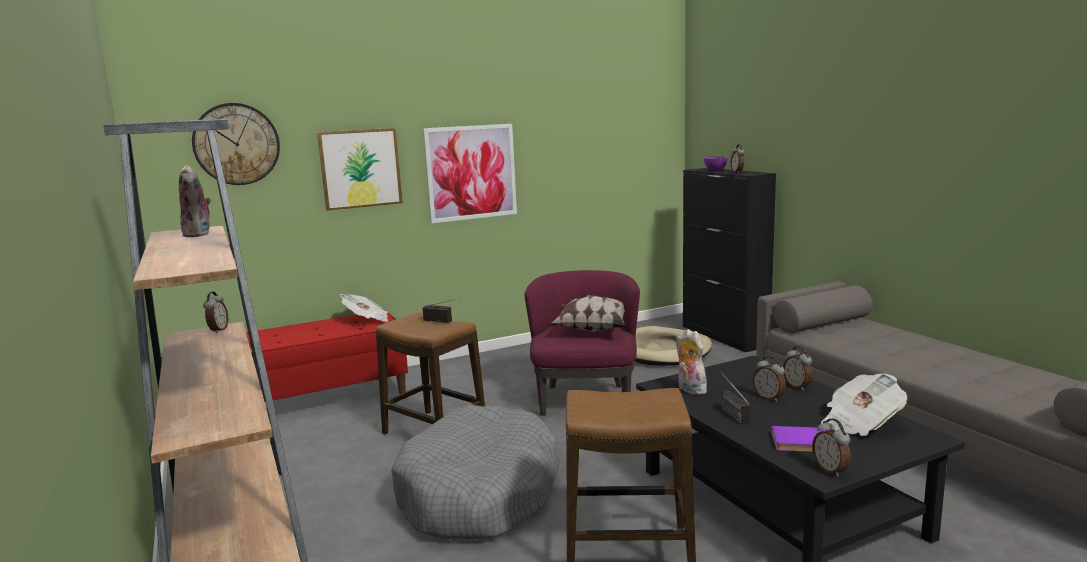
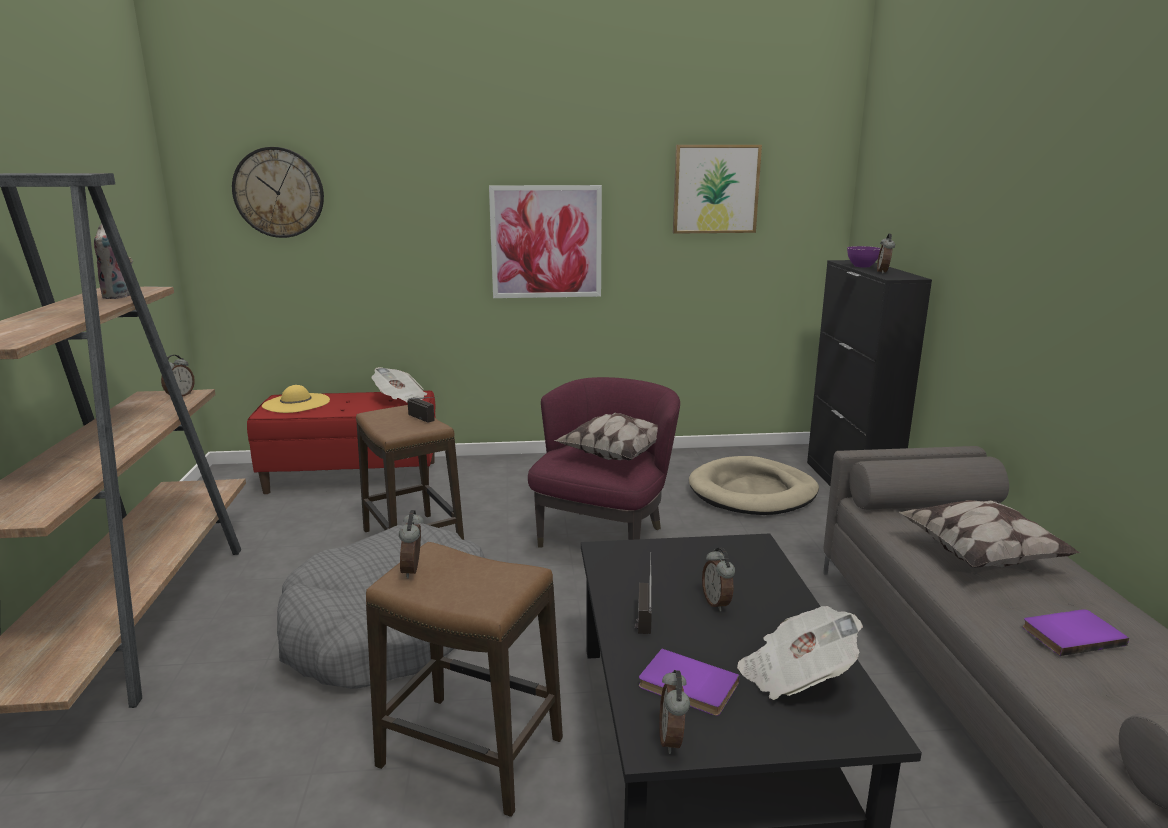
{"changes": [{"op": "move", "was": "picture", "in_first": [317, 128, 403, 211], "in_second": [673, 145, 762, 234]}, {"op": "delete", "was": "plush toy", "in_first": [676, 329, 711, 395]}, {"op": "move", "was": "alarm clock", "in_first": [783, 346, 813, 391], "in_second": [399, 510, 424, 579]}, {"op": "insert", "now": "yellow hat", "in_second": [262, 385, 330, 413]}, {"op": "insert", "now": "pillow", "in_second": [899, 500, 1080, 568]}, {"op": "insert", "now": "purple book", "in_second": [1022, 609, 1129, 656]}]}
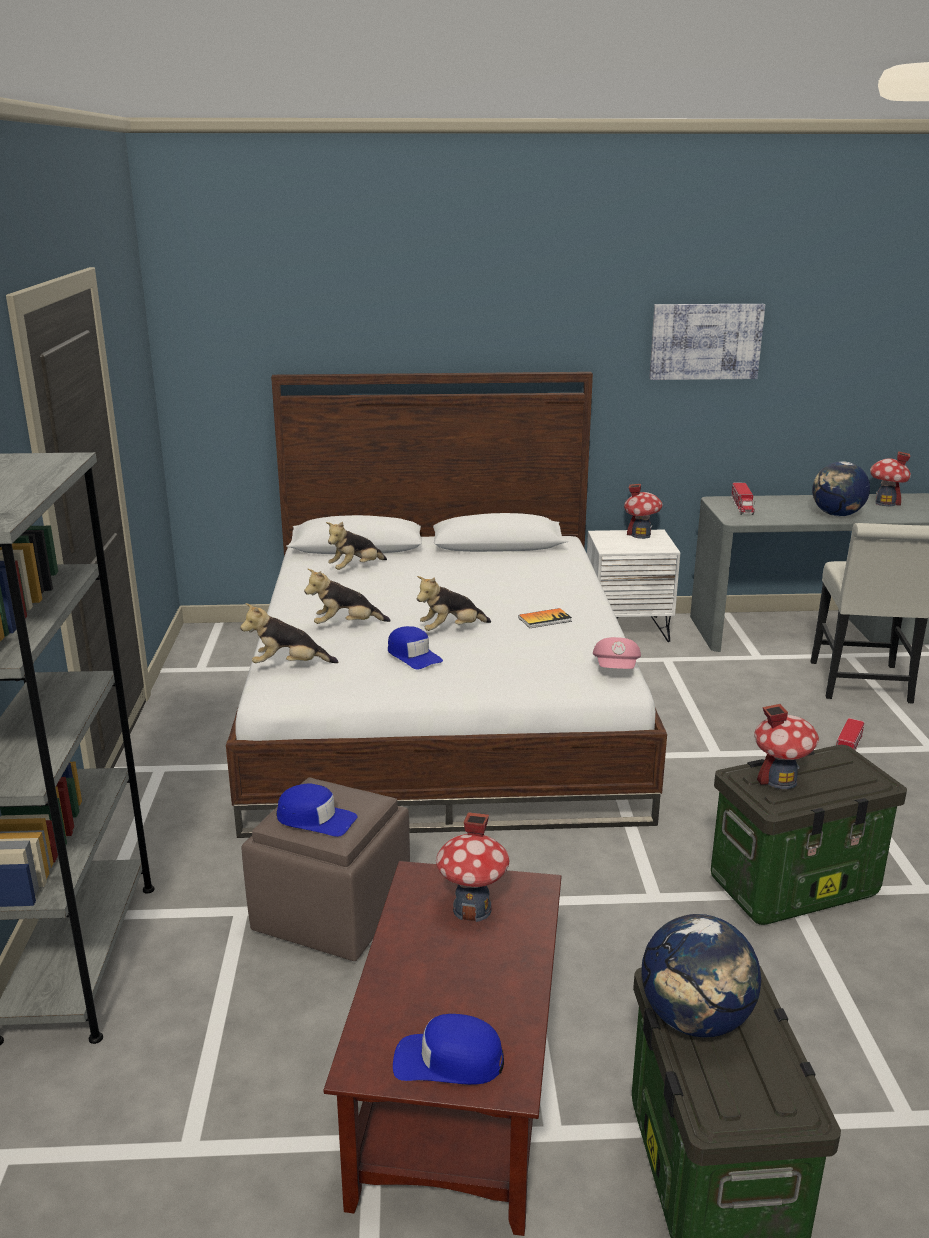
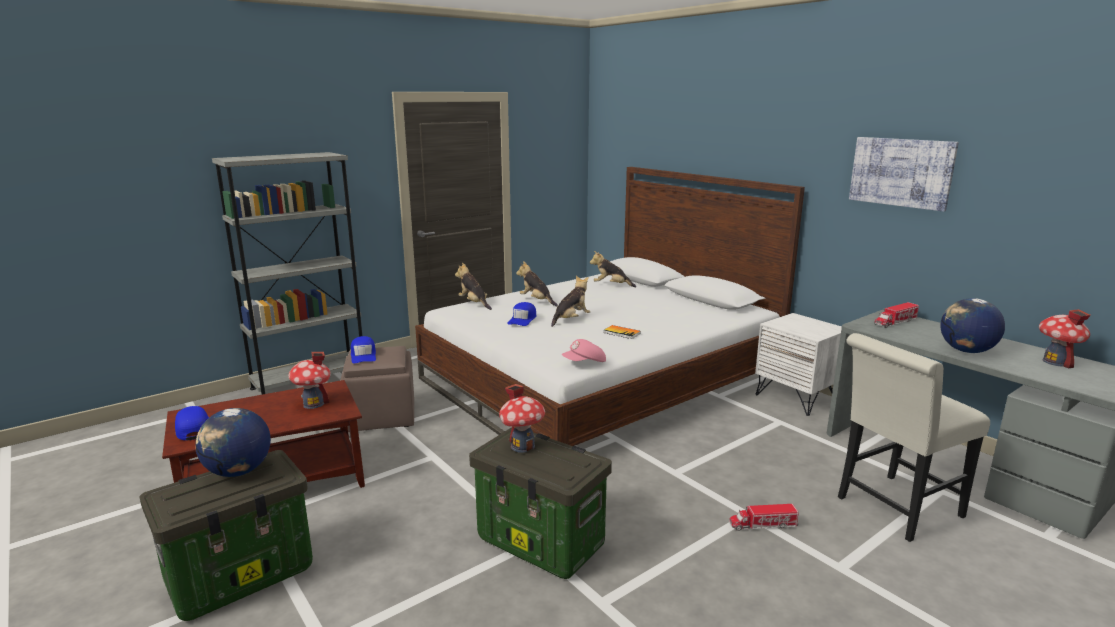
{"changes": [{"op": "delete", "was": "toy house", "in_first": [624, 484, 663, 539]}, {"op": "rotate", "was": "plush toy", "in_first": [417, 576, 491, 631], "in_second": [551, 276, 590, 327], "clockwise": 105}]}
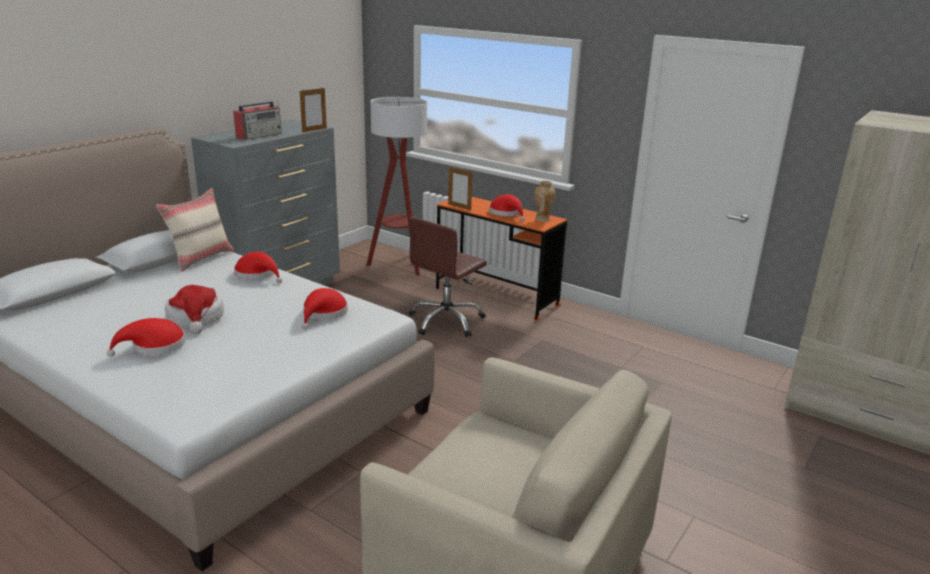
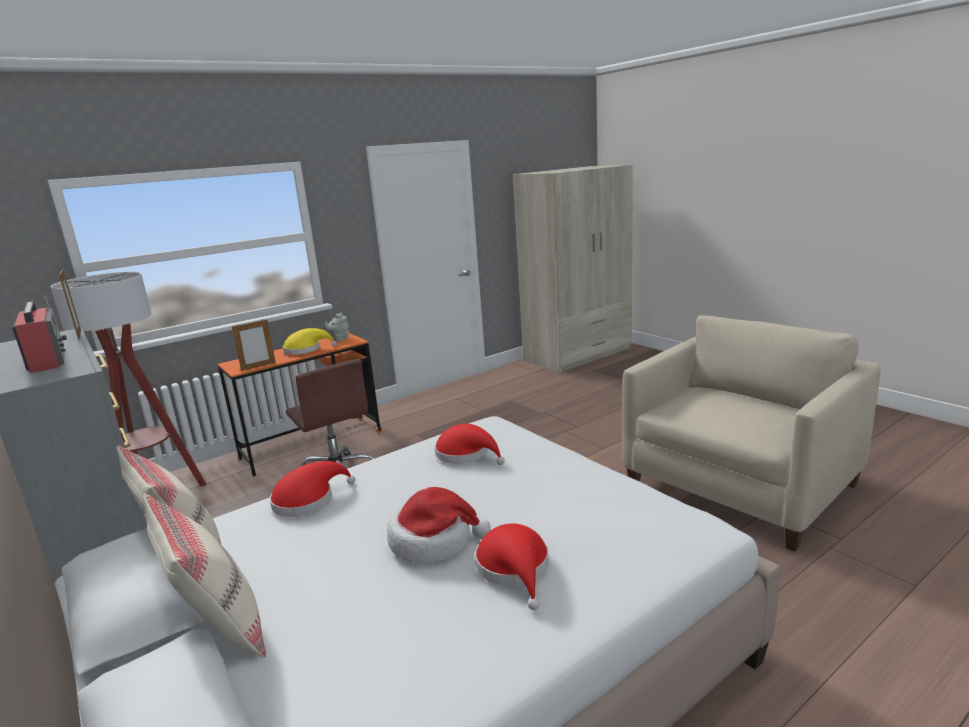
{"changes": [{"op": "replace", "was": "vase", "now": "grey teapot", "in_first": [534, 180, 556, 222], "in_second": [325, 313, 349, 342]}, {"op": "recolor", "was": "red hat", "now": "yellow hat", "in_first": [489, 194, 525, 222], "in_second": [283, 328, 337, 355]}, {"op": "insert", "now": "beige pillow", "in_second": [143, 494, 266, 658]}]}
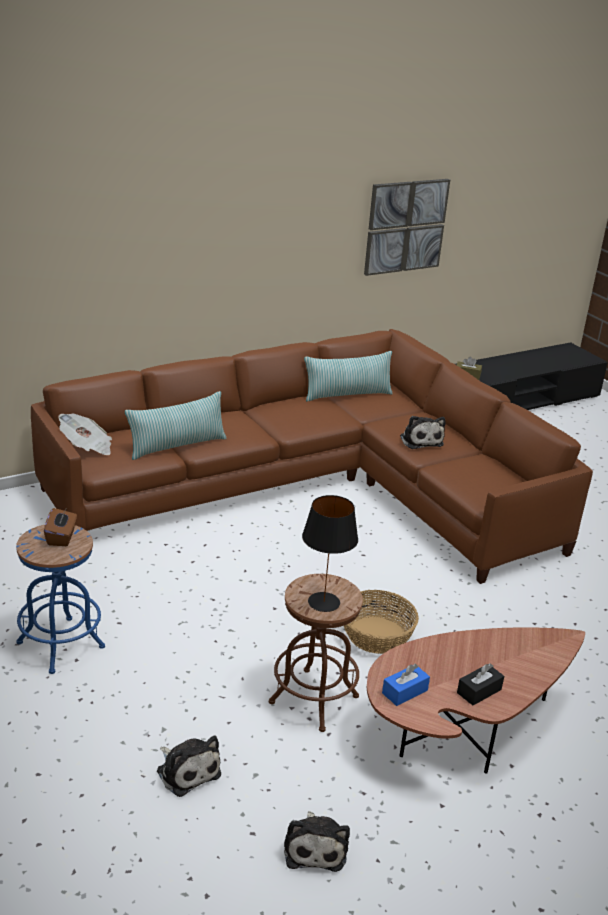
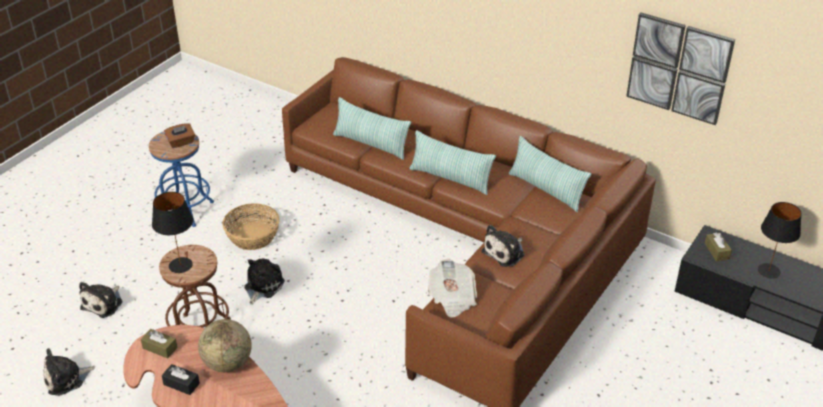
{"changes": [{"op": "move", "was": "newspaper", "in_first": [58, 413, 112, 455], "in_second": [428, 259, 477, 318]}, {"op": "move", "was": "basket", "in_first": [344, 590, 419, 654], "in_second": [223, 203, 280, 250]}, {"op": "recolor", "was": "blue tissue box", "now": "brown tissue box", "in_first": [382, 664, 430, 706], "in_second": [141, 329, 178, 358]}, {"op": "insert", "now": "pillow", "in_second": [409, 130, 496, 195]}, {"op": "insert", "now": "black table lamp", "in_second": [758, 202, 802, 278]}, {"op": "insert", "now": "plush toy", "in_second": [244, 258, 285, 305]}, {"op": "insert", "now": "globe", "in_second": [198, 319, 252, 372]}]}
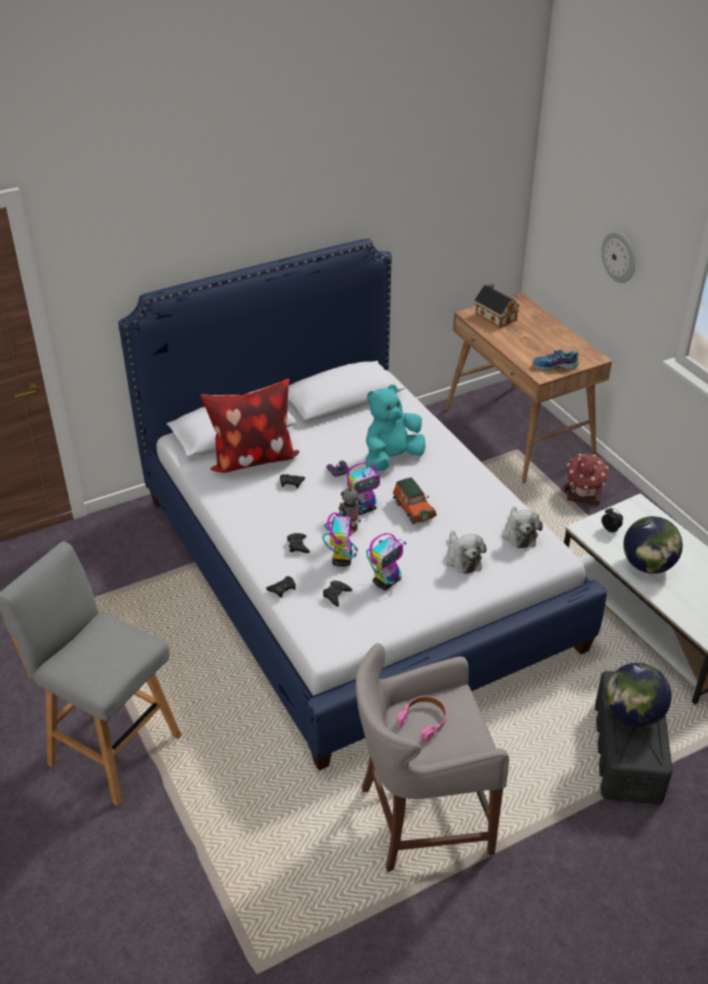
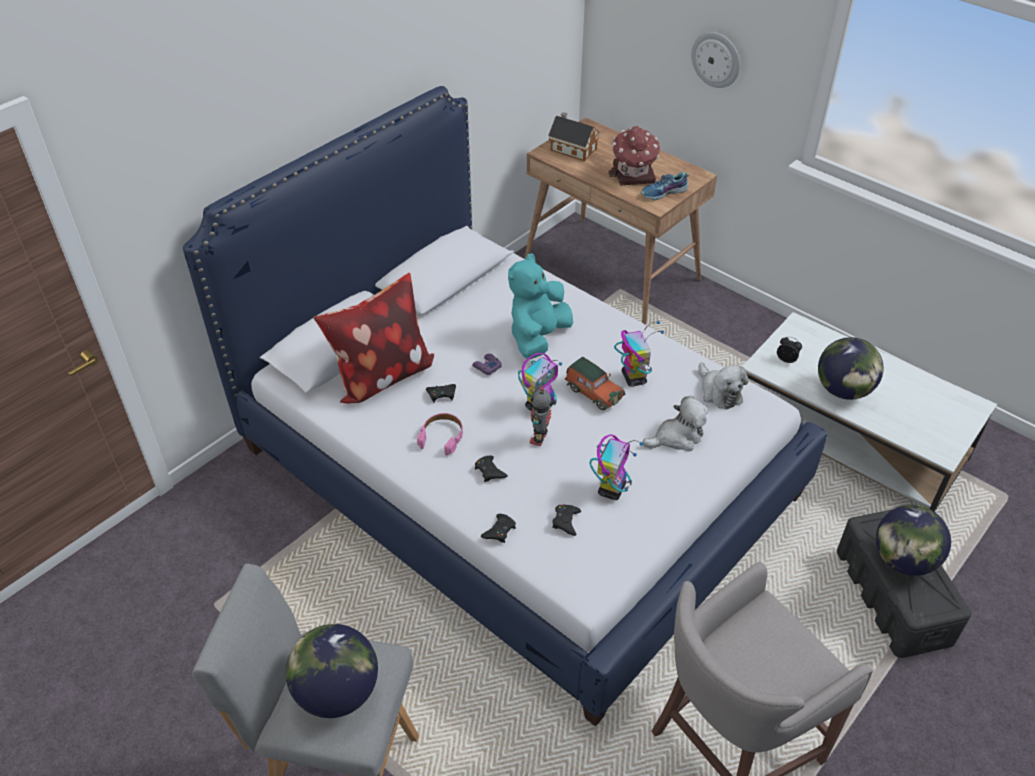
{"changes": [{"op": "move", "was": "toy house", "in_first": [562, 454, 609, 505], "in_second": [608, 126, 660, 185]}, {"op": "move", "was": "toy robot", "in_first": [323, 511, 363, 567], "in_second": [614, 321, 664, 387]}, {"op": "rotate", "was": "plush toy", "in_first": [447, 531, 486, 574], "in_second": [643, 396, 709, 451], "clockwise": -75}, {"op": "move", "was": "pink headphones", "in_first": [396, 696, 446, 742], "in_second": [417, 413, 463, 456]}, {"op": "insert", "now": "globe", "in_second": [286, 624, 378, 718]}]}
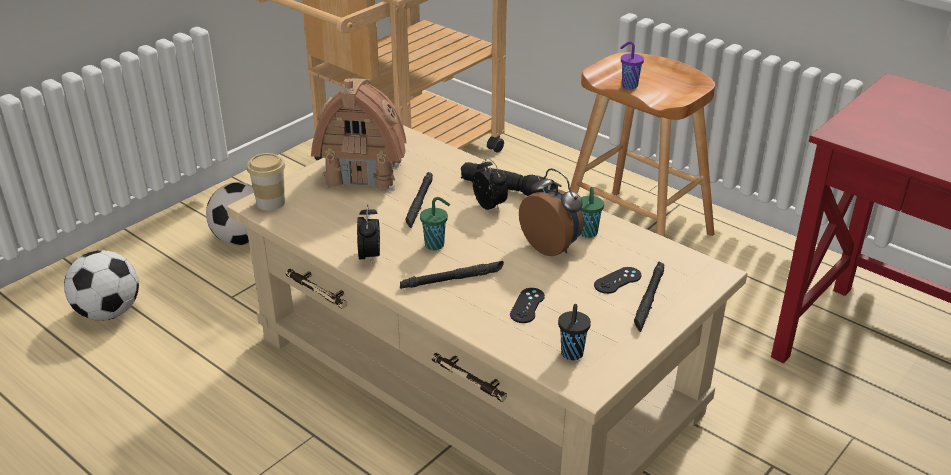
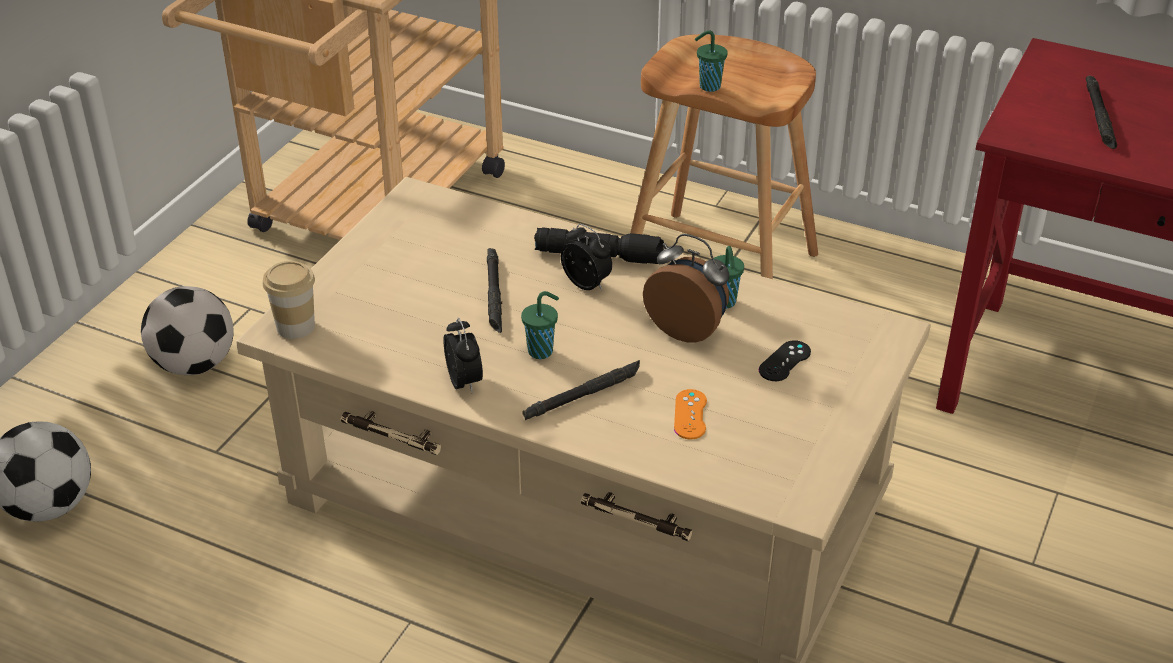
{"changes": [{"op": "recolor", "was": "purple cup", "now": "green cup", "in_first": [620, 41, 644, 89], "in_second": [695, 30, 728, 92]}, {"op": "delete", "was": "toy house", "in_first": [311, 78, 407, 192]}, {"op": "move", "was": "black flashlight", "in_first": [634, 262, 664, 332], "in_second": [1086, 76, 1117, 149]}, {"op": "recolor", "was": "black game controller", "now": "orange game controller", "in_first": [510, 288, 545, 323], "in_second": [674, 389, 707, 439]}, {"op": "delete", "was": "black cup", "in_first": [558, 304, 591, 360]}]}
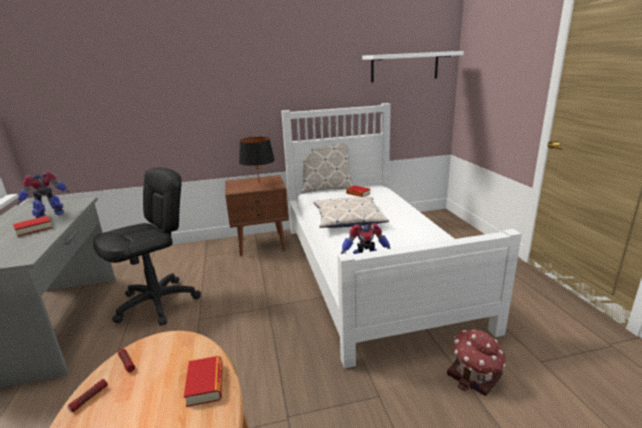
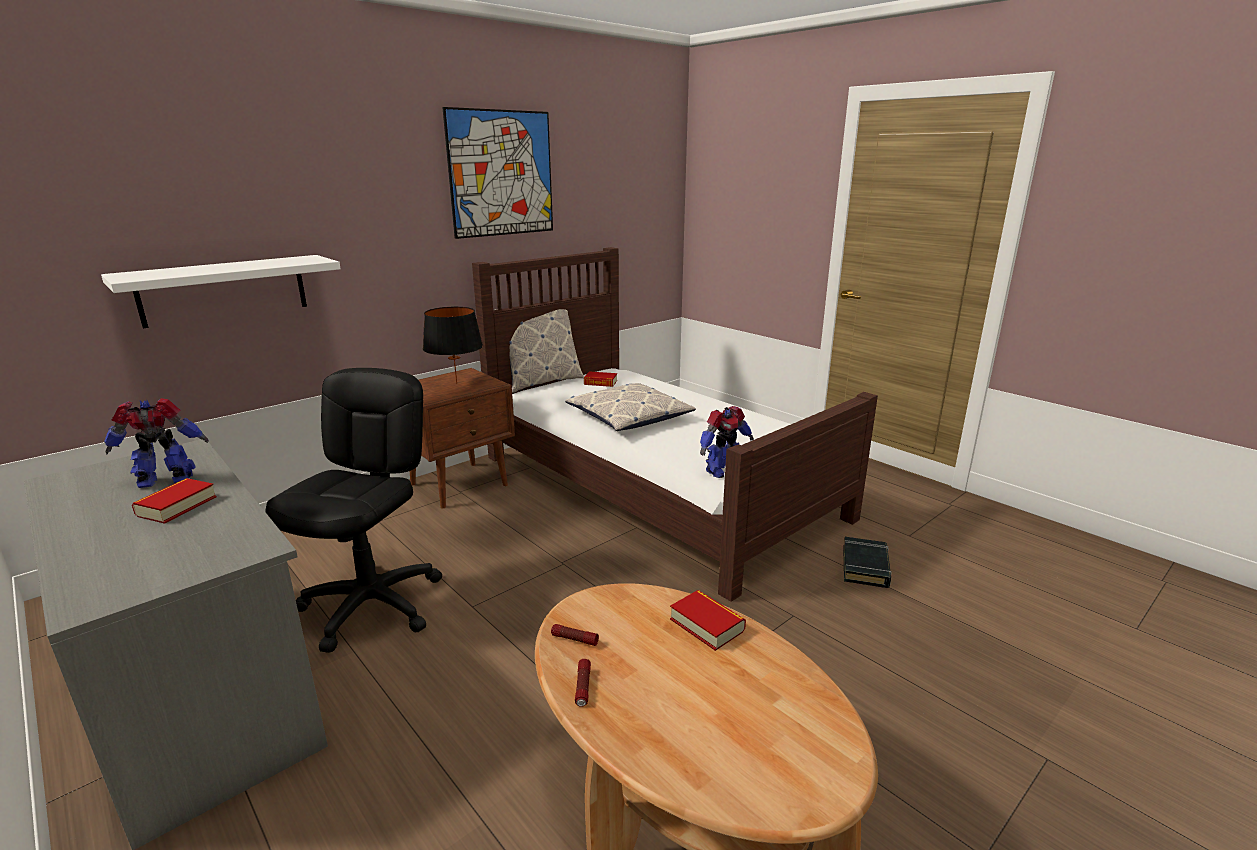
{"changes": [{"op": "move", "was": "white shelf", "in_first": [362, 51, 464, 82], "in_second": [101, 255, 341, 329]}, {"op": "recolor", "was": "white bed", "now": "brown bed", "in_first": [281, 103, 522, 368], "in_second": [472, 247, 878, 602]}, {"op": "rotate", "was": "toy robot", "in_first": [17, 172, 69, 218], "in_second": [104, 398, 209, 488], "clockwise": 60}, {"op": "replace", "was": "toy house", "now": "black book", "in_first": [447, 329, 506, 396], "in_second": [843, 537, 892, 588]}, {"op": "insert", "now": "picture", "in_second": [442, 107, 553, 239]}]}
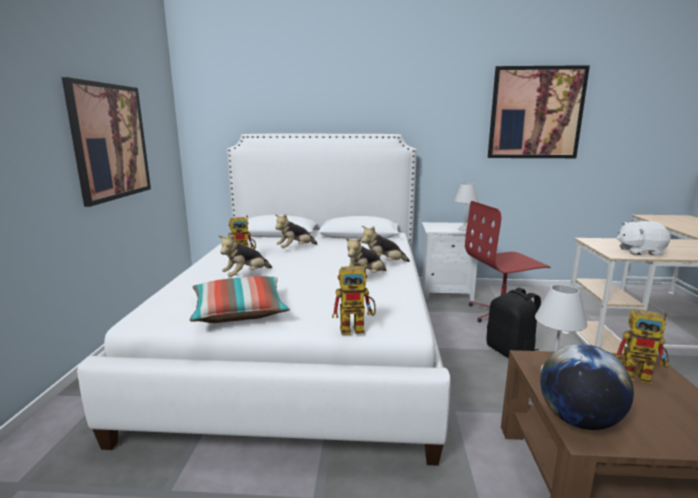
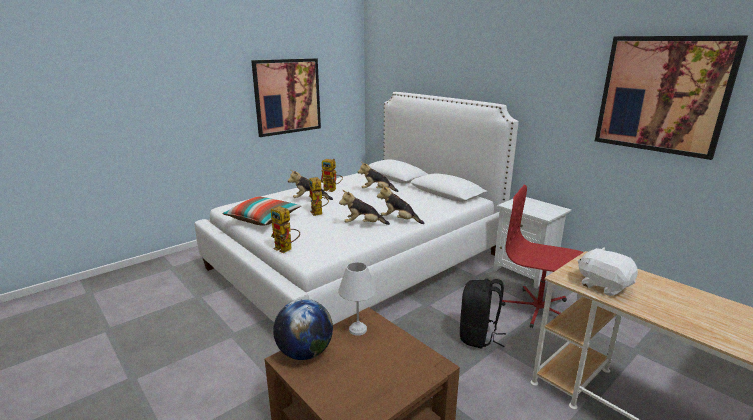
{"changes": [{"op": "delete", "was": "white table lamp", "in_first": [454, 183, 479, 231]}, {"op": "move", "was": "toy robot", "in_first": [615, 309, 669, 384], "in_second": [309, 177, 329, 216]}]}
